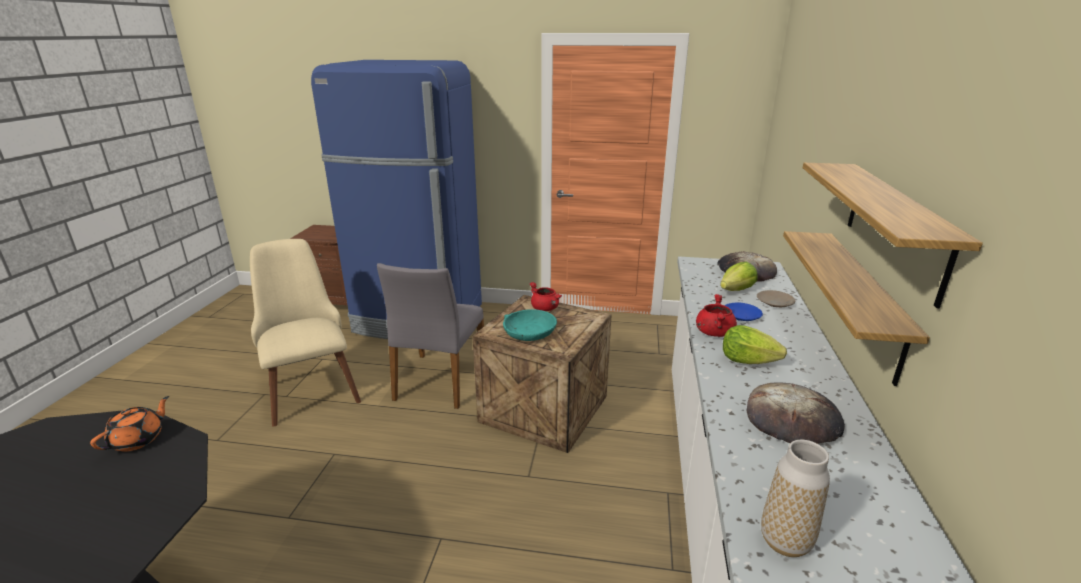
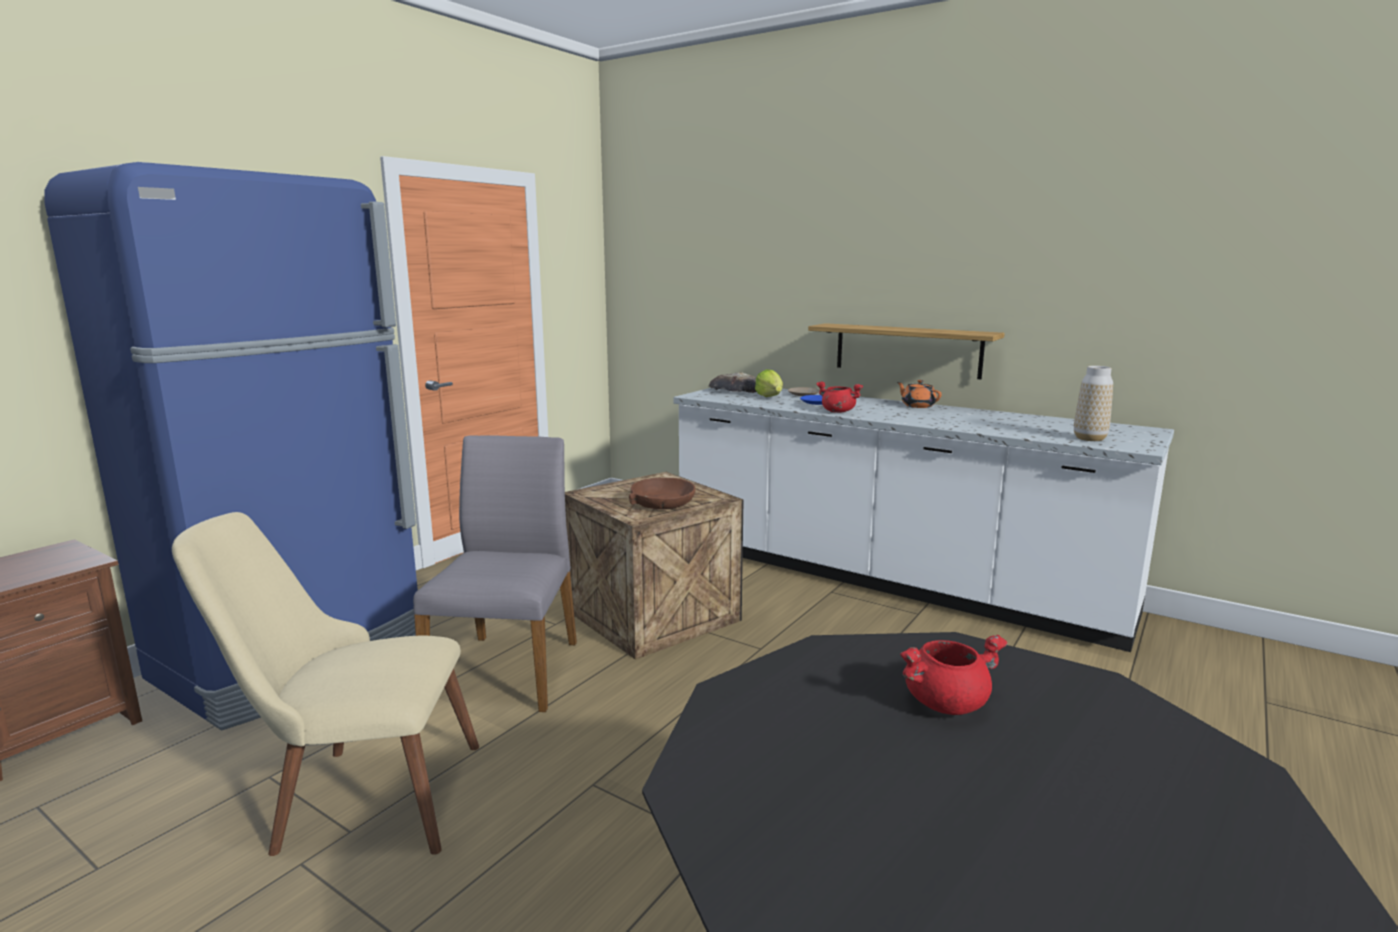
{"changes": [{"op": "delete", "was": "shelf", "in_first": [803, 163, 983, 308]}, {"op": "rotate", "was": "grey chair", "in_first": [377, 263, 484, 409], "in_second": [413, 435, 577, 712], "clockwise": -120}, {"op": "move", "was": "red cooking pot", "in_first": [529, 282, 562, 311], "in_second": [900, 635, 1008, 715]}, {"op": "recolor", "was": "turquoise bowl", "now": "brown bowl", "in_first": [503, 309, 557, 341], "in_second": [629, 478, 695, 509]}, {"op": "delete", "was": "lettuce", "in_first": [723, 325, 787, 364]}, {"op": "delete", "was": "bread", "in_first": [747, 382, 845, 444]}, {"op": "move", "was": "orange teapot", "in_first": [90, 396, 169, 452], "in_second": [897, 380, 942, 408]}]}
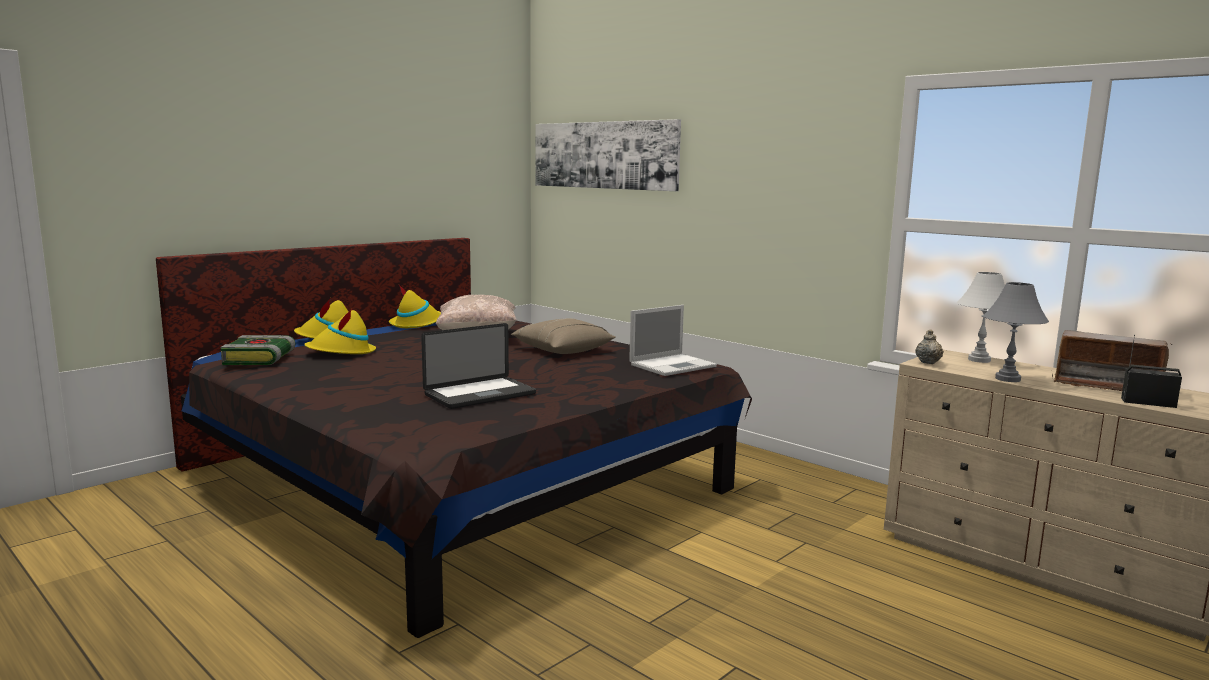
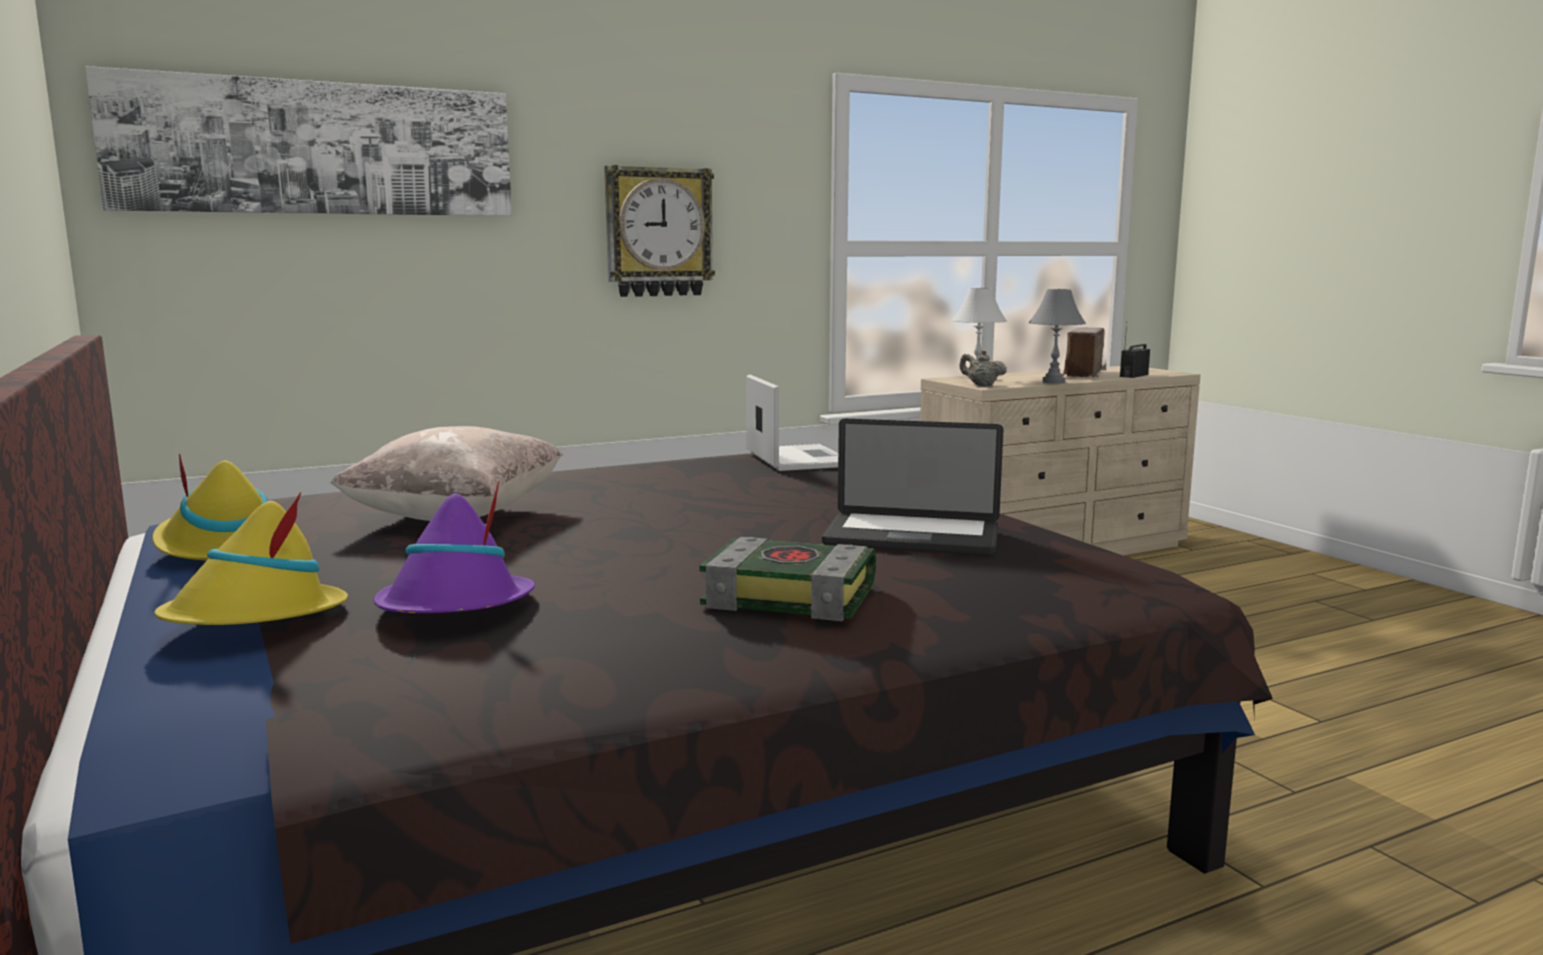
{"changes": [{"op": "recolor", "was": "yellow hat", "now": "purple hat", "in_first": [304, 309, 376, 354], "in_second": [374, 481, 535, 613]}, {"op": "delete", "was": "beige pillow", "in_first": [511, 318, 616, 354]}, {"op": "rotate", "was": "laptop", "in_first": [421, 323, 536, 409], "in_second": [822, 419, 1003, 556], "clockwise": 120}, {"op": "rotate", "was": "radio", "in_first": [1052, 330, 1172, 391], "in_second": [1063, 327, 1106, 378], "clockwise": 150}, {"op": "move", "was": "book", "in_first": [221, 335, 295, 365], "in_second": [700, 537, 876, 621]}, {"op": "insert", "now": "wall clock", "in_second": [604, 165, 715, 297]}]}
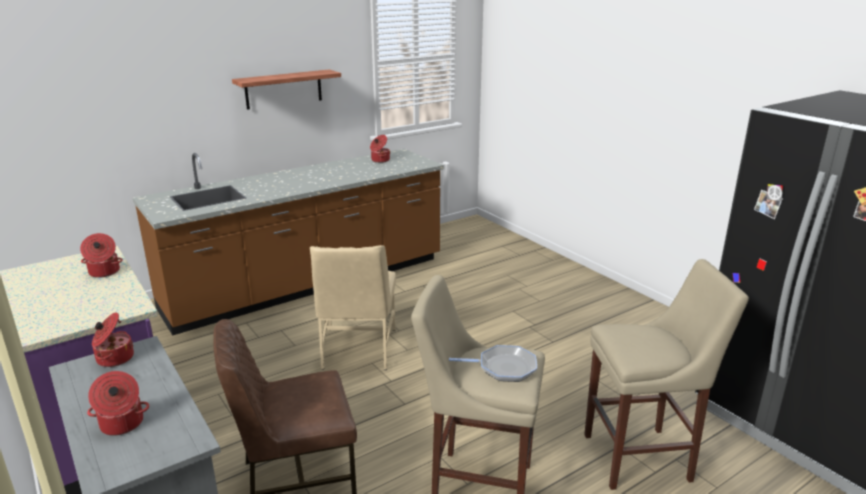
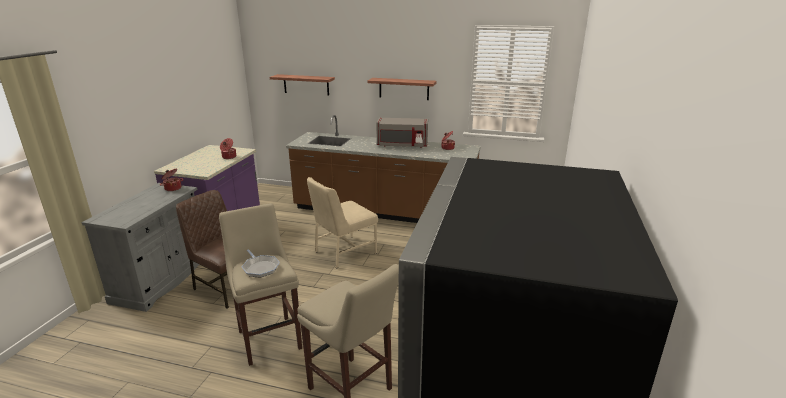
{"changes": [{"op": "delete", "was": "cooking pot", "in_first": [87, 371, 149, 436]}, {"op": "insert", "now": "shelf", "in_second": [270, 74, 335, 96]}, {"op": "insert", "now": "grey microwave", "in_second": [376, 118, 428, 148]}]}
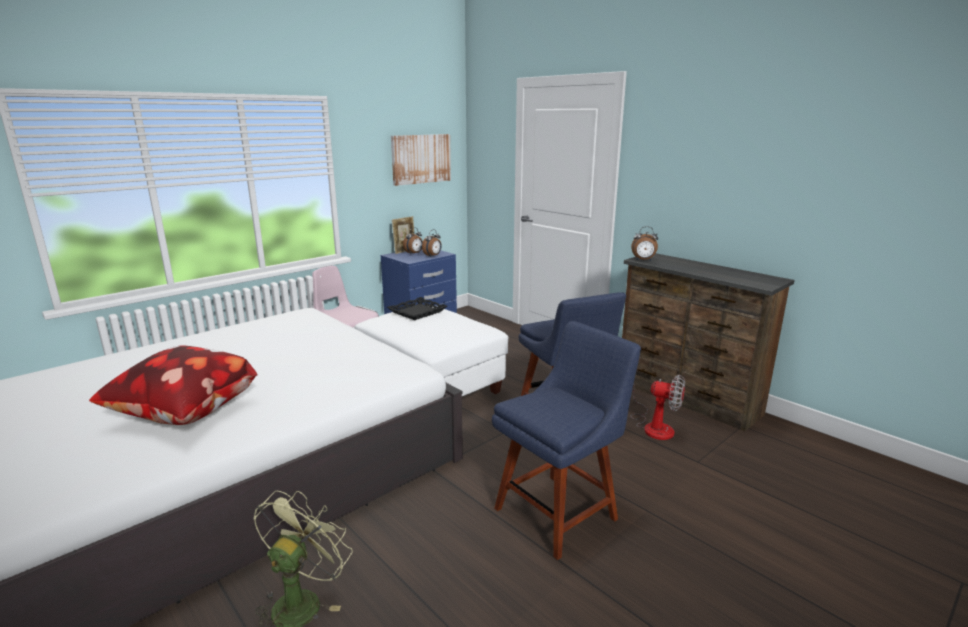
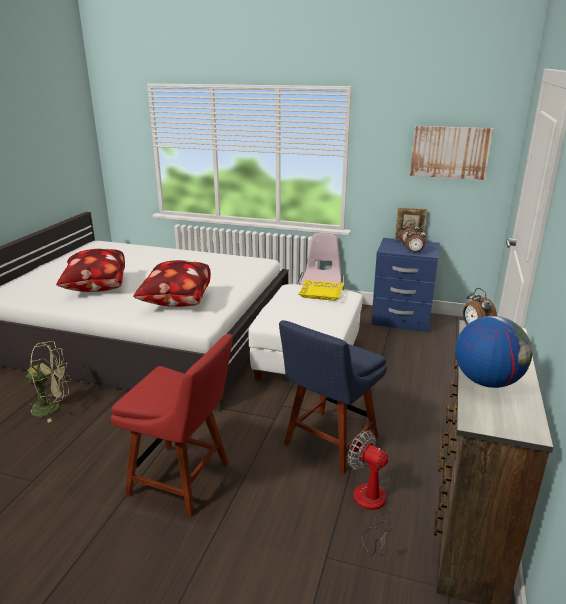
{"changes": [{"op": "recolor", "was": "black tray", "now": "yellow tray", "in_first": [387, 297, 447, 320], "in_second": [298, 280, 344, 301]}, {"op": "recolor", "was": "blue chair", "now": "red chair", "in_first": [492, 321, 641, 560], "in_second": [111, 334, 233, 517]}, {"op": "rotate", "was": "fan", "in_first": [630, 374, 685, 440], "in_second": [348, 430, 392, 555], "clockwise": 135}, {"op": "insert", "now": "pillow", "in_second": [133, 260, 211, 307]}, {"op": "insert", "now": "globe", "in_second": [455, 316, 532, 388]}]}
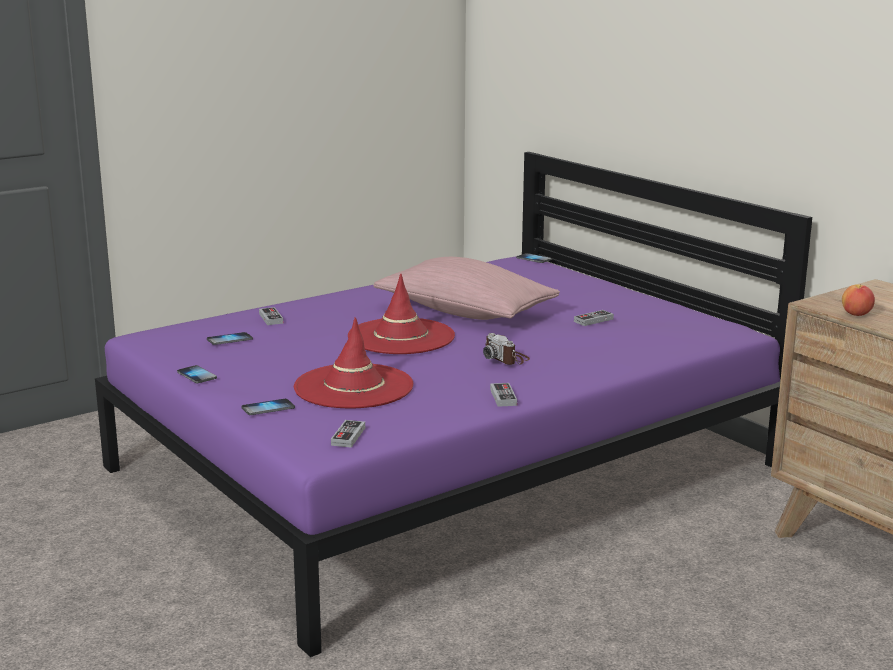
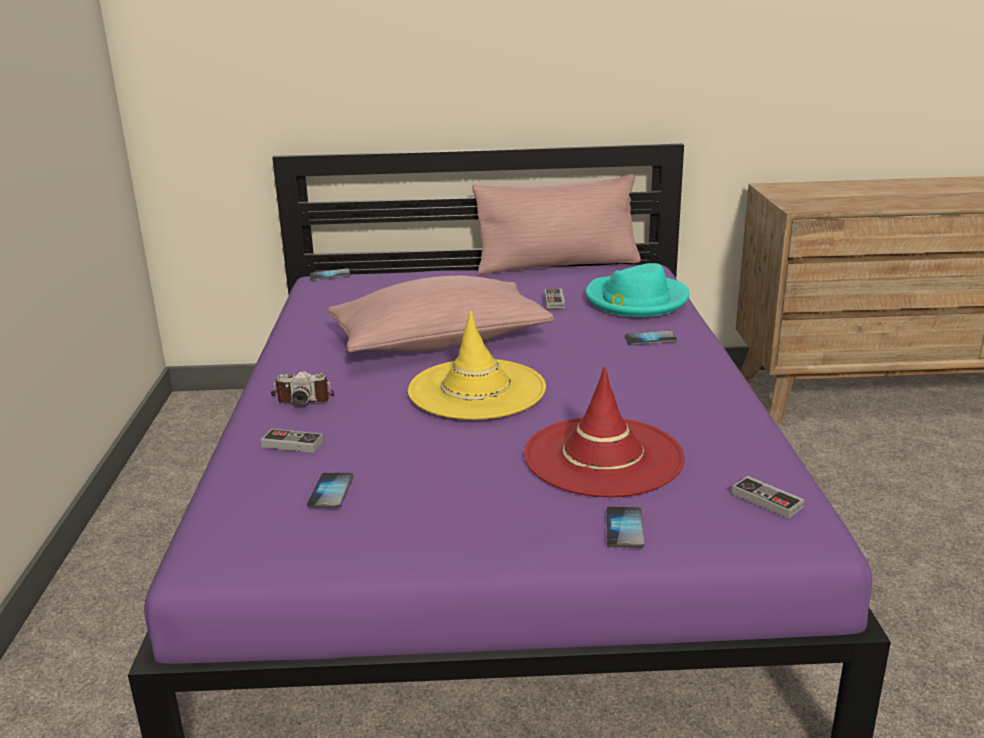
{"changes": [{"op": "recolor", "was": "red hat", "now": "yellow hat", "in_first": [348, 273, 455, 354], "in_second": [408, 310, 546, 420]}, {"op": "delete", "was": "apple", "in_first": [842, 284, 875, 316]}, {"op": "move", "was": "photo camera", "in_first": [483, 333, 530, 365], "in_second": [271, 371, 334, 405]}, {"op": "move", "was": "phone", "in_first": [177, 365, 217, 383], "in_second": [625, 331, 677, 345]}, {"op": "delete", "was": "game controller", "in_first": [490, 383, 517, 407]}, {"op": "insert", "now": "pink pillow", "in_second": [472, 174, 641, 274]}, {"op": "insert", "now": "turquoise hat", "in_second": [585, 263, 689, 317]}]}
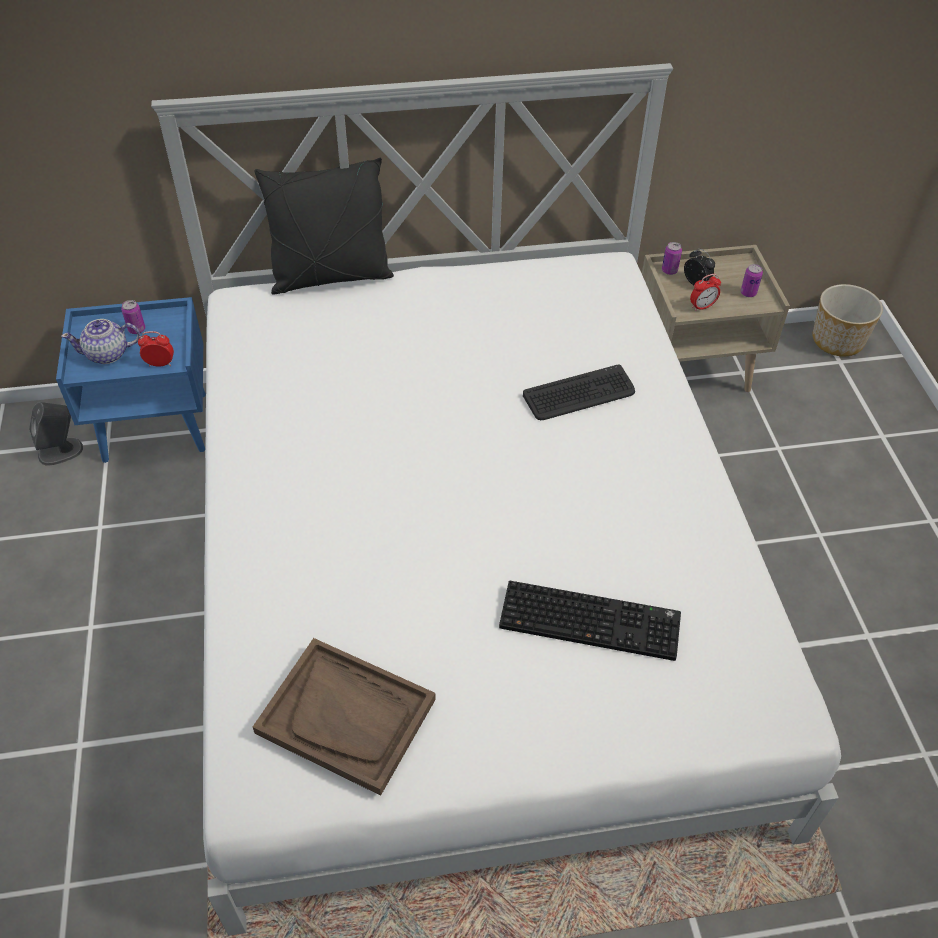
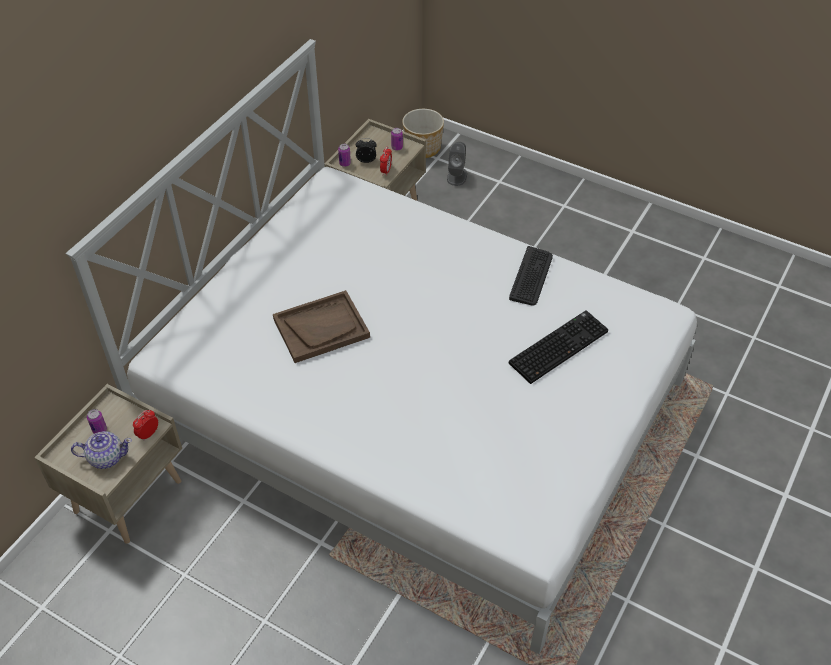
{"changes": [{"op": "delete", "was": "black pillow", "in_first": [255, 158, 394, 294]}, {"op": "recolor", "was": "blue nightstand", "now": "beige nightstand", "in_first": [56, 297, 206, 463], "in_second": [34, 384, 182, 544]}, {"op": "rotate", "was": "teapot", "in_first": [61, 319, 140, 364], "in_second": [71, 431, 132, 469], "clockwise": -120}, {"op": "move", "was": "keyboard", "in_first": [523, 364, 635, 420], "in_second": [509, 246, 553, 306]}, {"op": "move", "was": "grey speaker", "in_first": [29, 402, 83, 465], "in_second": [447, 142, 467, 186]}, {"op": "move", "was": "brown tray", "in_first": [253, 638, 436, 796], "in_second": [273, 290, 370, 363]}]}
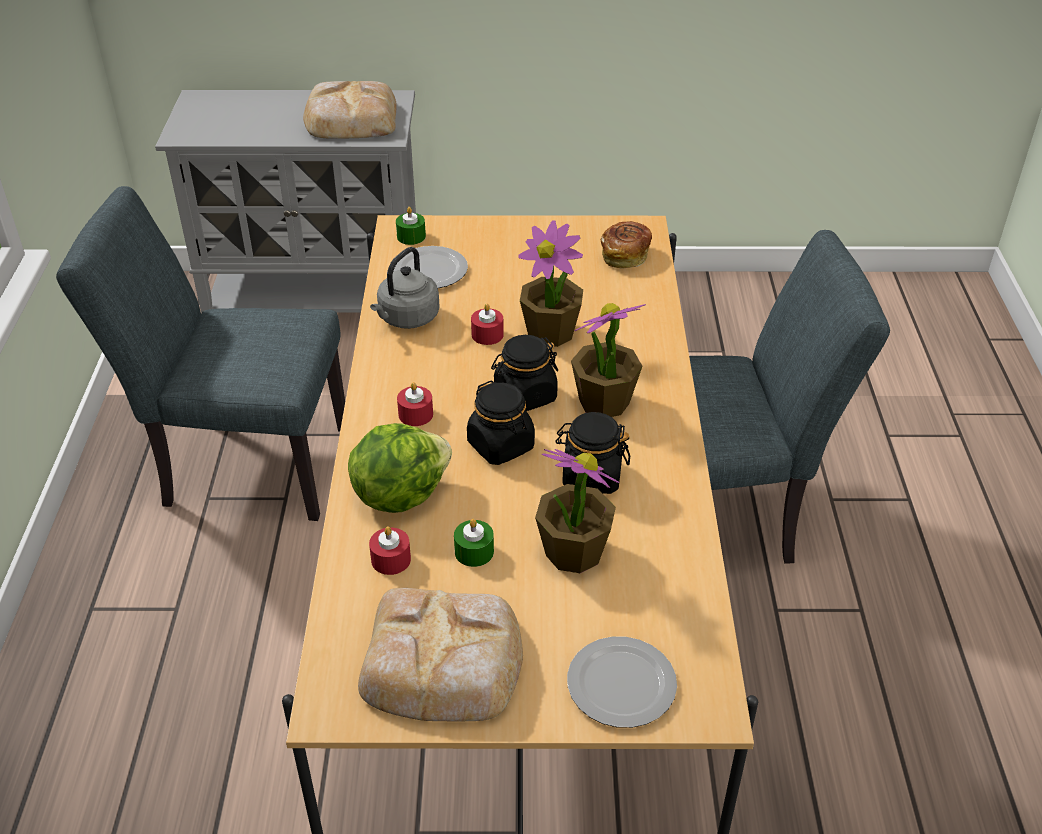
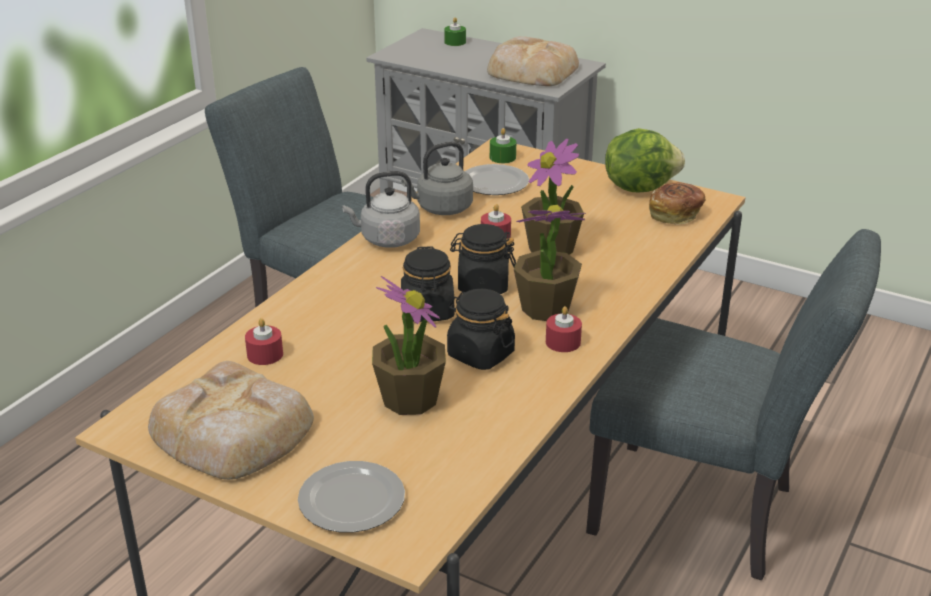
{"changes": [{"op": "move", "was": "red candle", "in_first": [397, 382, 433, 426], "in_second": [546, 306, 582, 352]}, {"op": "move", "was": "lettuce", "in_first": [348, 423, 452, 513], "in_second": [605, 128, 685, 192]}, {"op": "move", "was": "green candle", "in_first": [454, 519, 494, 567], "in_second": [444, 17, 466, 46]}, {"op": "insert", "now": "grey kettle", "in_second": [342, 171, 420, 248]}]}
